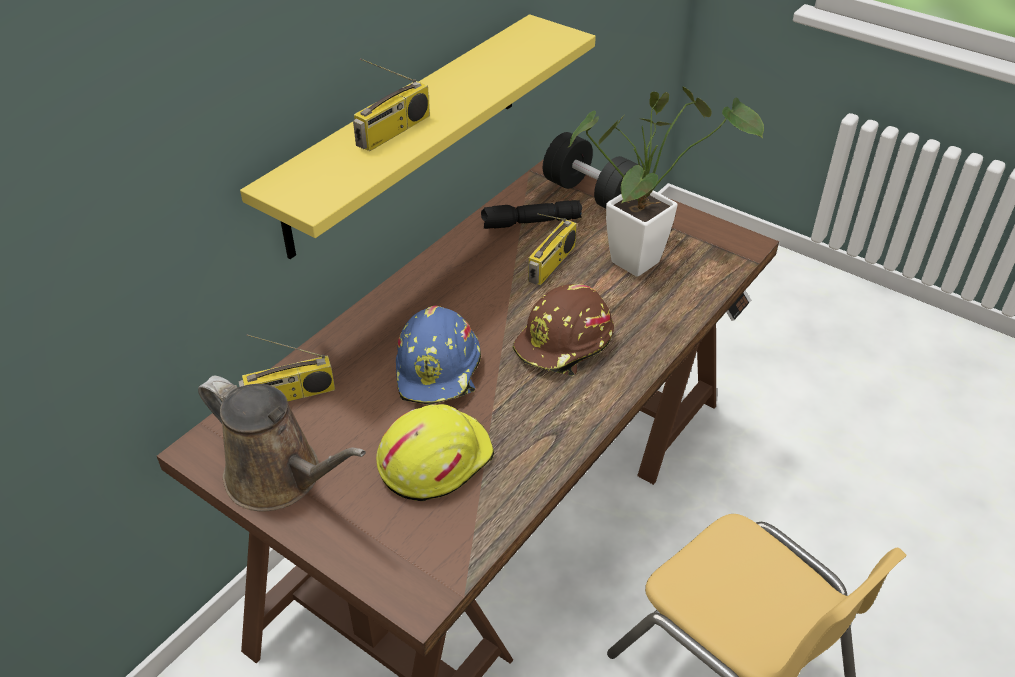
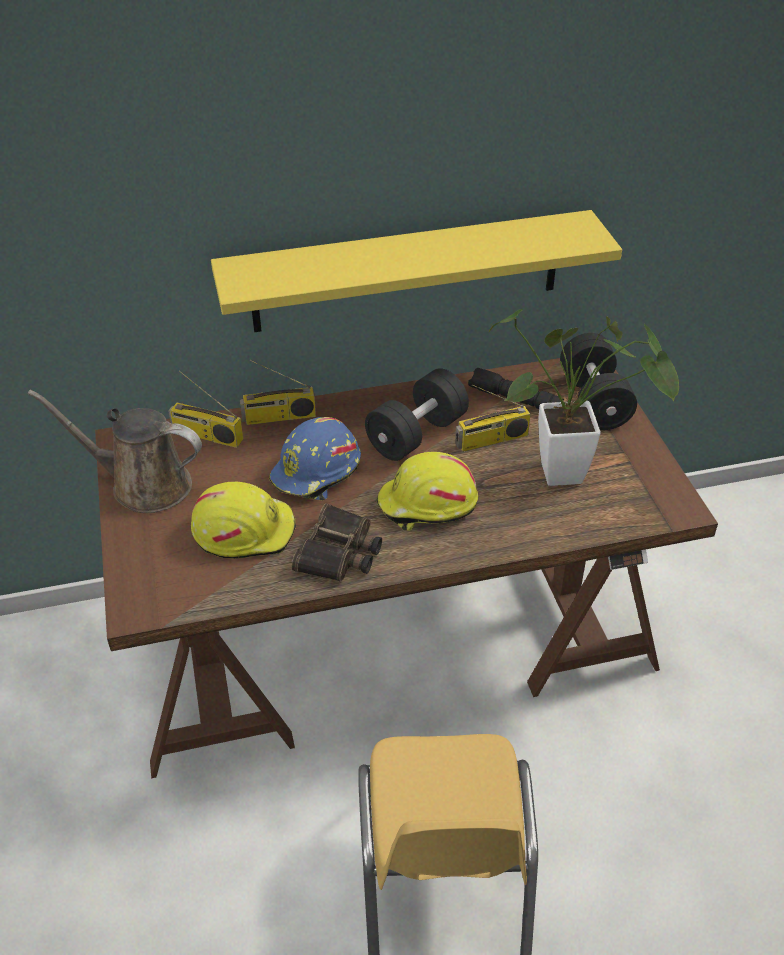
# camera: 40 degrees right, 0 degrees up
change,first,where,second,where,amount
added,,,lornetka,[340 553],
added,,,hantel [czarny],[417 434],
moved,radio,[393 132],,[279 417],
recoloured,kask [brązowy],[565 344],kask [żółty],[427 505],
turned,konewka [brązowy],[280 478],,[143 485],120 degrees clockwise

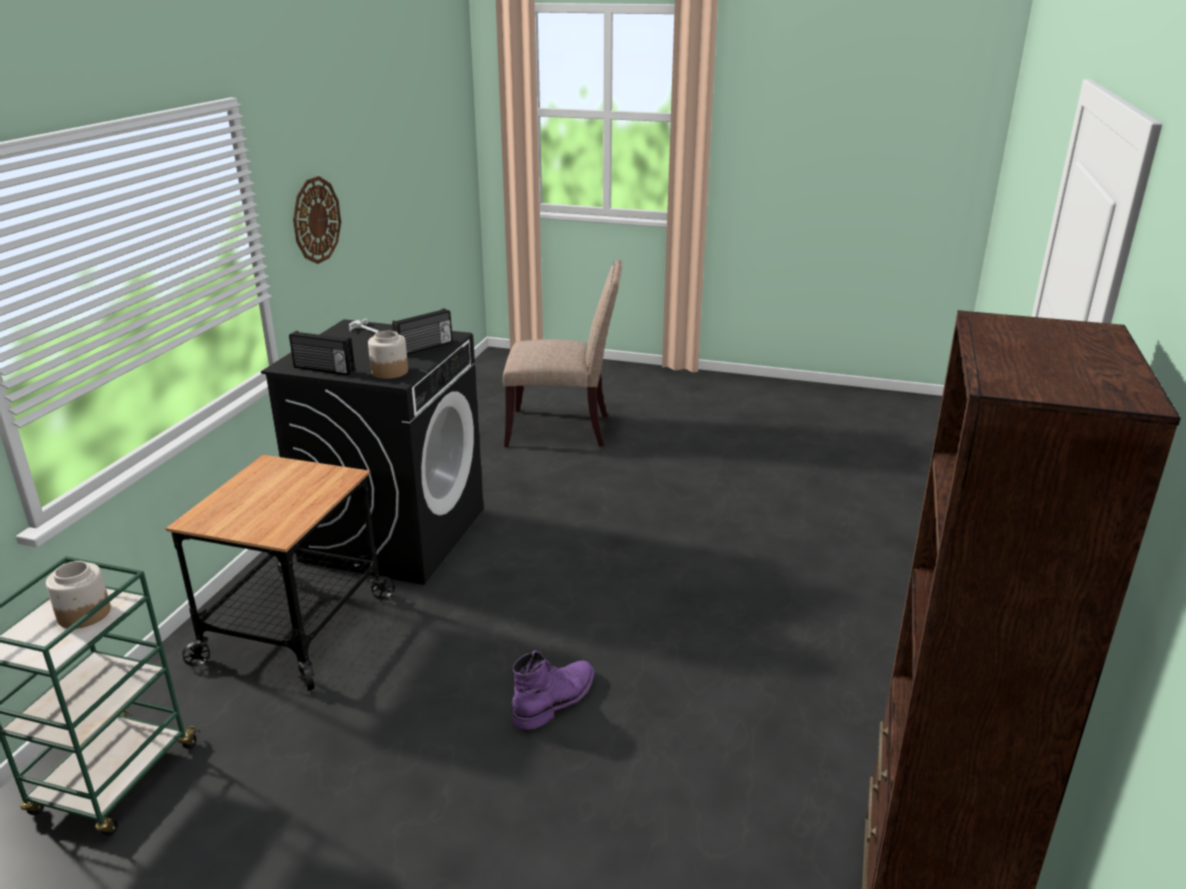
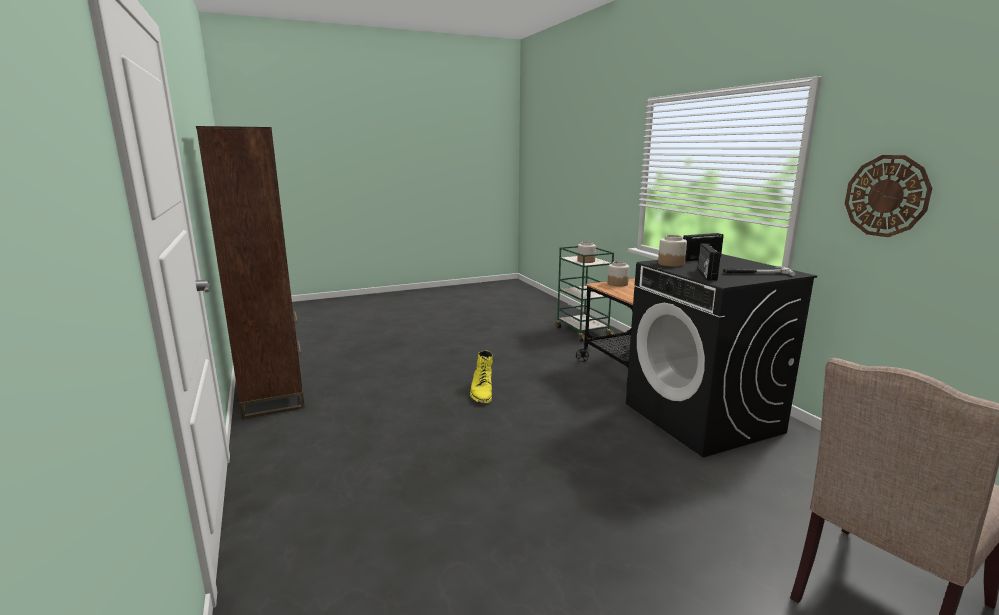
# camera: 140 degrees right, 10 degrees down
change,first,where,second,where,amount
added,,,słoik,[617 284],
recoloured,but z cholewką [fioletowy],[555 700],but z cholewką [żółty],[482 392],

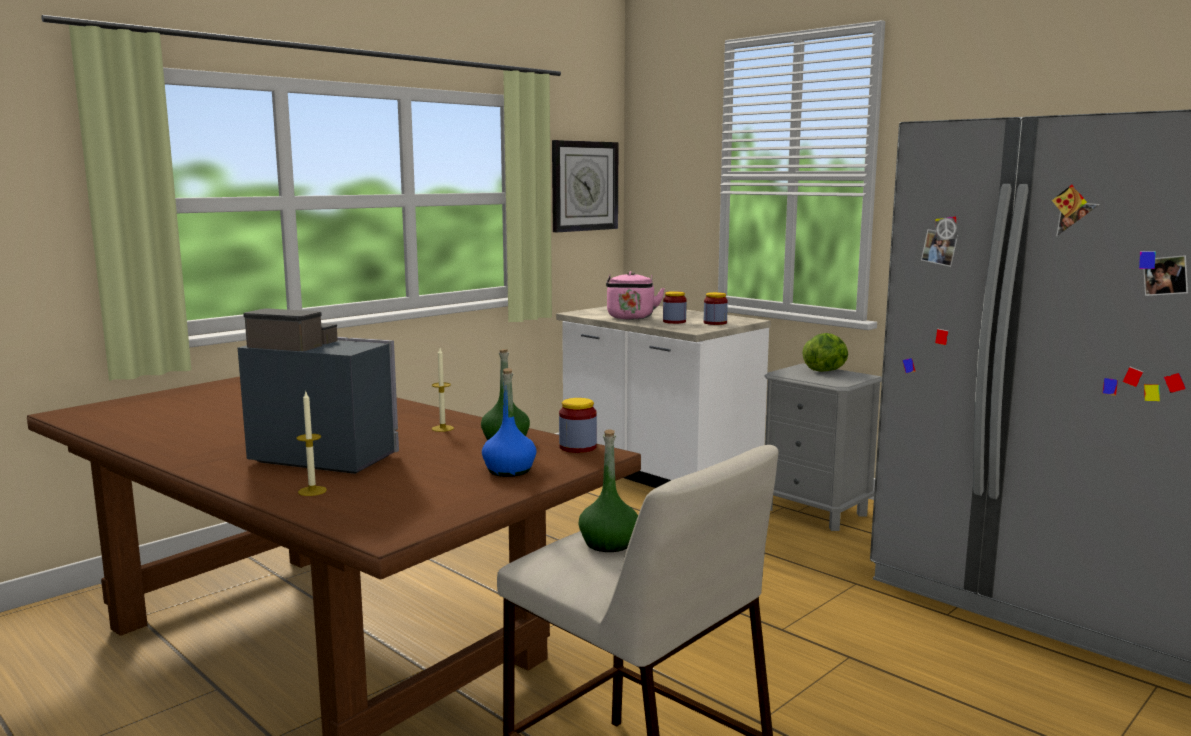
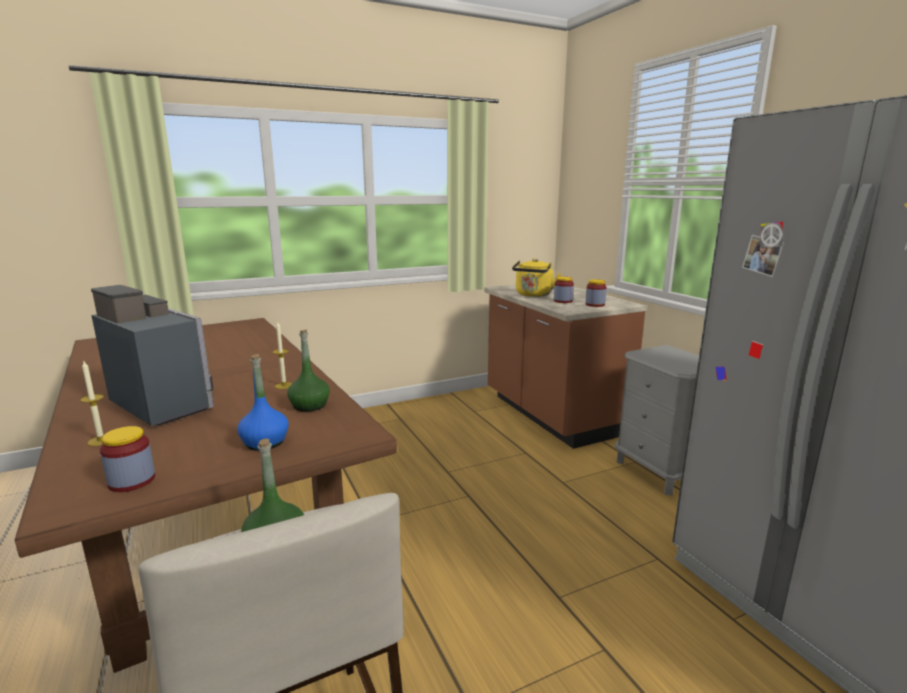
# camera: 20 degrees right, 5 degrees up
change,first,where,second,where,amount
removed,zegar ścienny,[584 186],,,
removed,sałata,[826 371],,,
moved,słoik,[577 447],,[132 481],
recoloured,zabudowa kuchenna [biały],[658 474],zabudowa kuchenna [brązowy],[551 415],
recoloured,czajnik [różowy],[631 318],czajnik [żółty],[533 295],

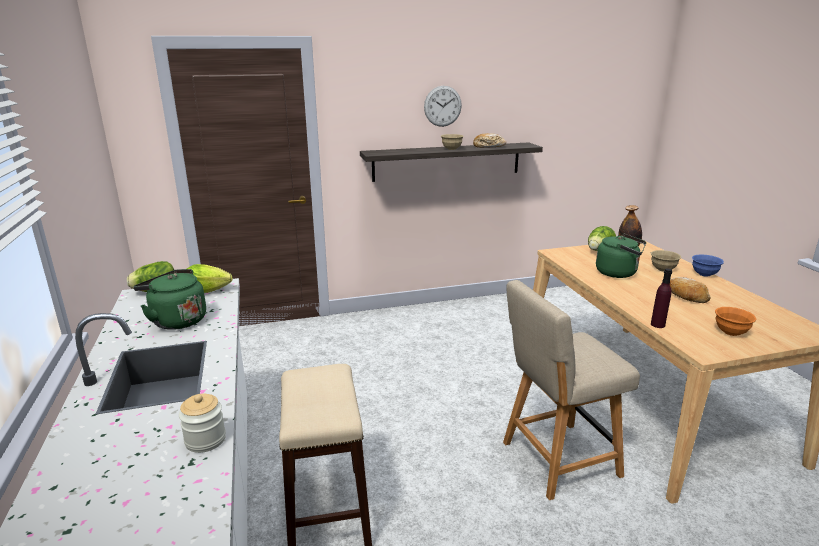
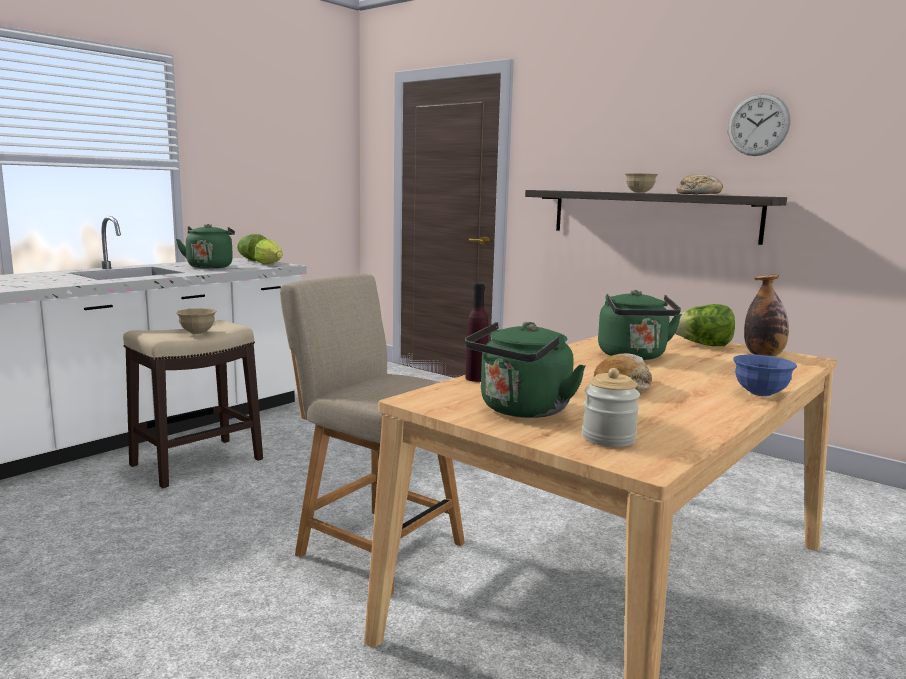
# camera: 55 degrees right, 10 degrees down
change,first,where,second,where,amount
moved,słoik,[205 440],,[608 438],
moved,zegar ścienny,[442 106],,[758 125],
moved,miska [beżowy],[662 269],,[197 332],
replaced,miska [pomarańczowy],[730 332],czajnik [zielony],[521 410],

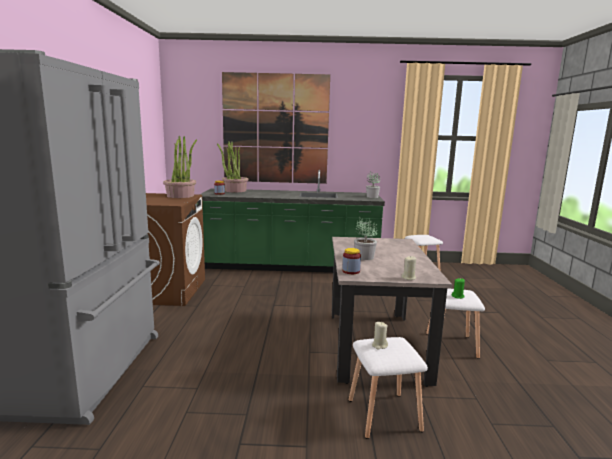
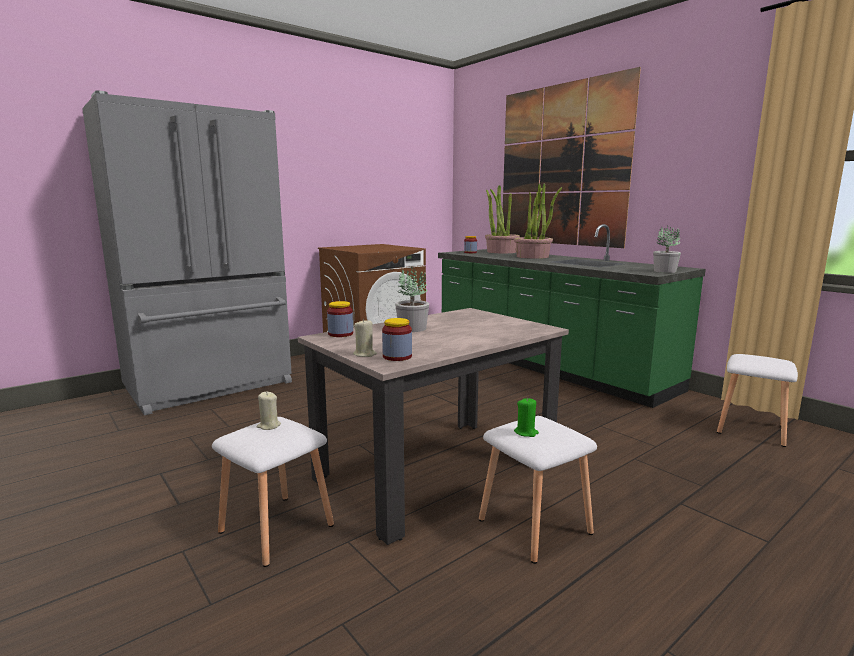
# camera: 50 degrees right, 0 degrees up
change,first,where,second,where,amount
added,,,słoik,[397 356],
moved,roślina doniczkowa,[180 196],,[533 256],

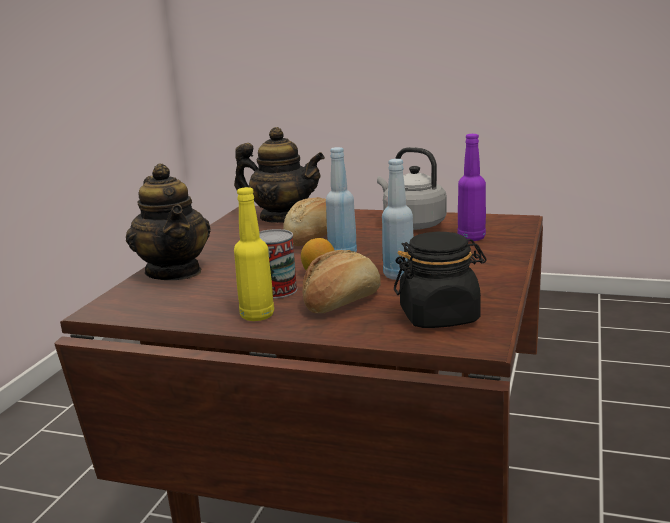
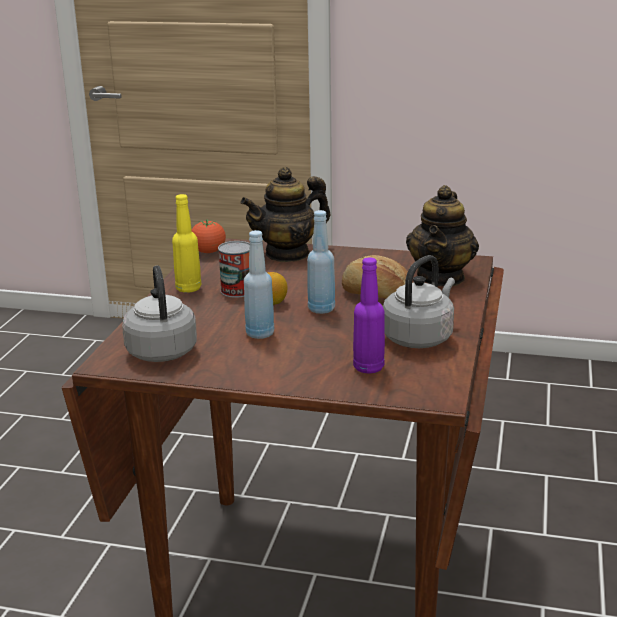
# camera: 85 degrees right, 5 degrees up
change,first,where,second,where,amount
removed,chleb,[341 302],,,
added,,,pomidor,[208 252],
replaced,słoik [czarny],[440 316],czajnik [szary],[161 350],

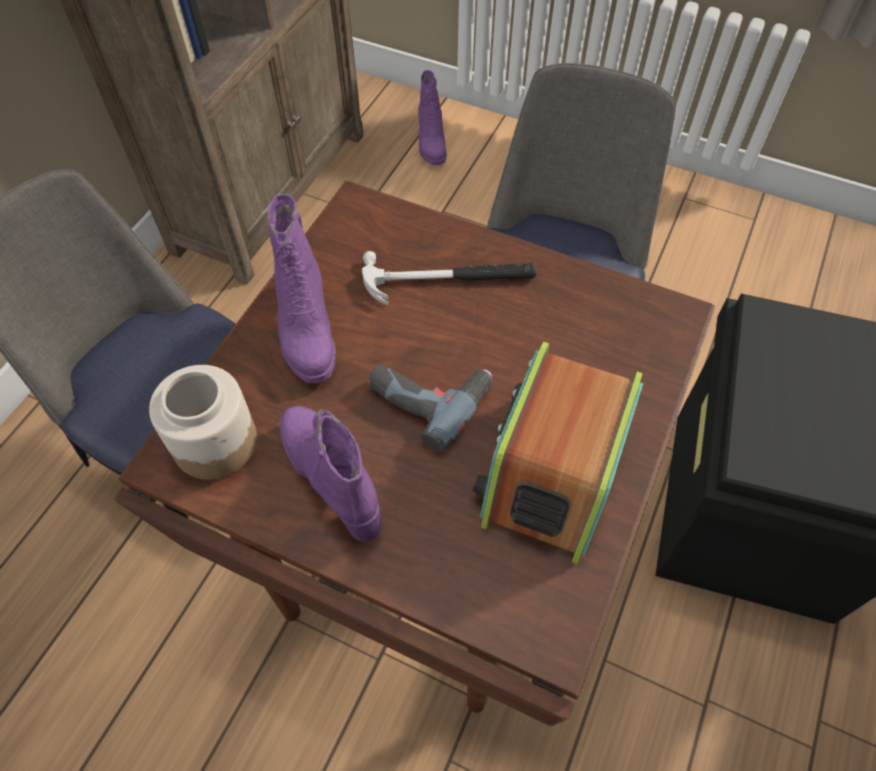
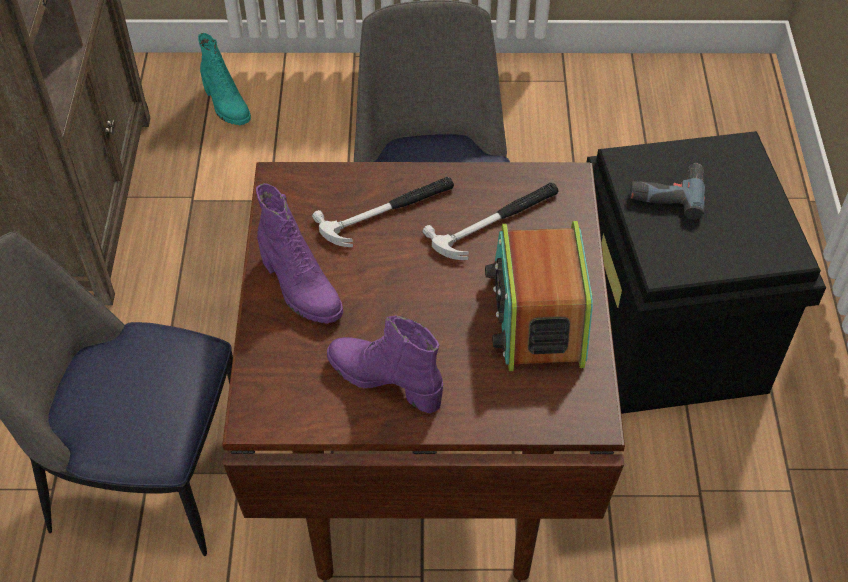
# camera: 25 degrees left, 5 degrees down
change,first,where,second,where,amount
removed,słoik,[216 441],,,
added,,,młotek,[496 221],
moved,wiertarka,[429 395],,[666 191],
recoloured,but z cholewką [fioletowy],[430 144],but z cholewką [turkusowy],[225 105],

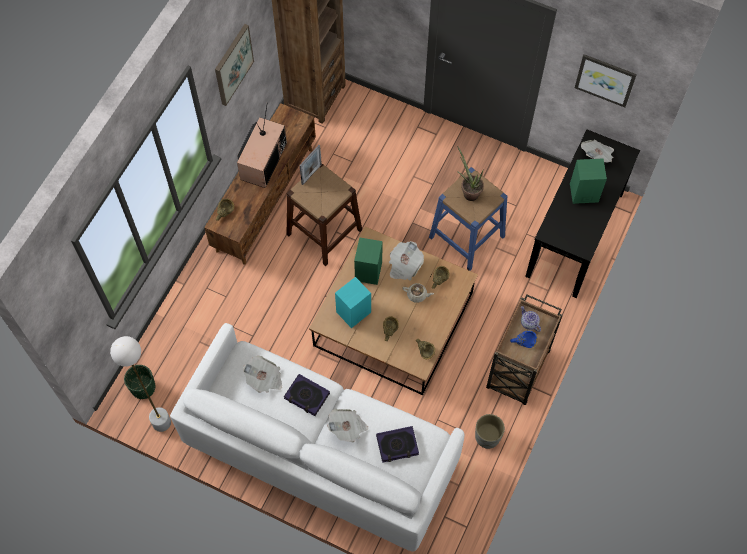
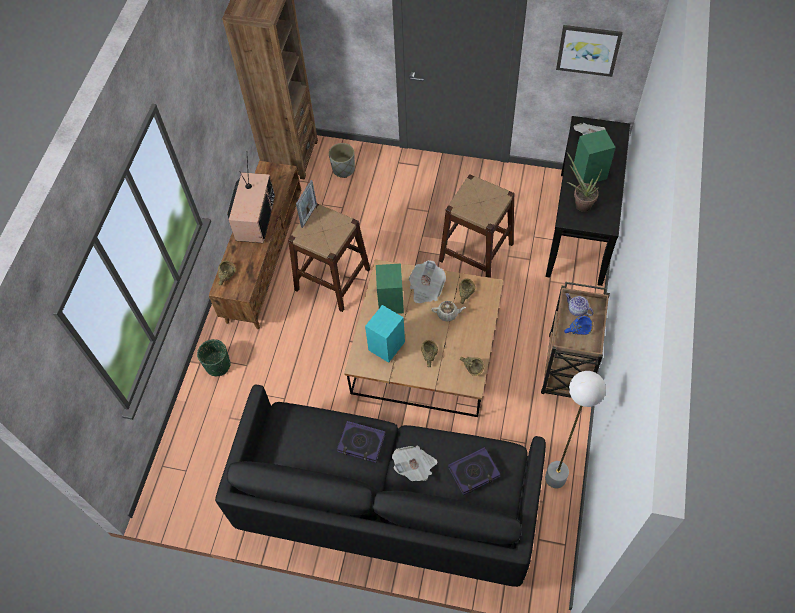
# camera: 10 degrees left, 5 degrees down
change,first,where,second,where,amount
removed,obraz,[233 64],,,
removed,gazeta,[264 379],,,
moved,lampa stojąca [biały],[161 422],,[555 478],
moved,donica [zielony],[143 387],,[218 365],
moved,roślina doniczkowa,[468 191],,[580 203],
moved,donica [szary],[487 437],,[343 169],
recoloured,kanapa [biały],[320 451],kanapa [czarny],[386 502],
recoloured,stołek [niebieski],[467 236],stołek [brązowy],[476 252],

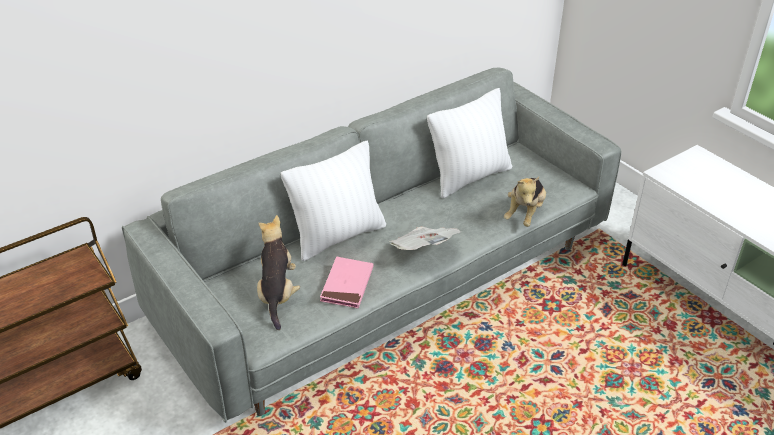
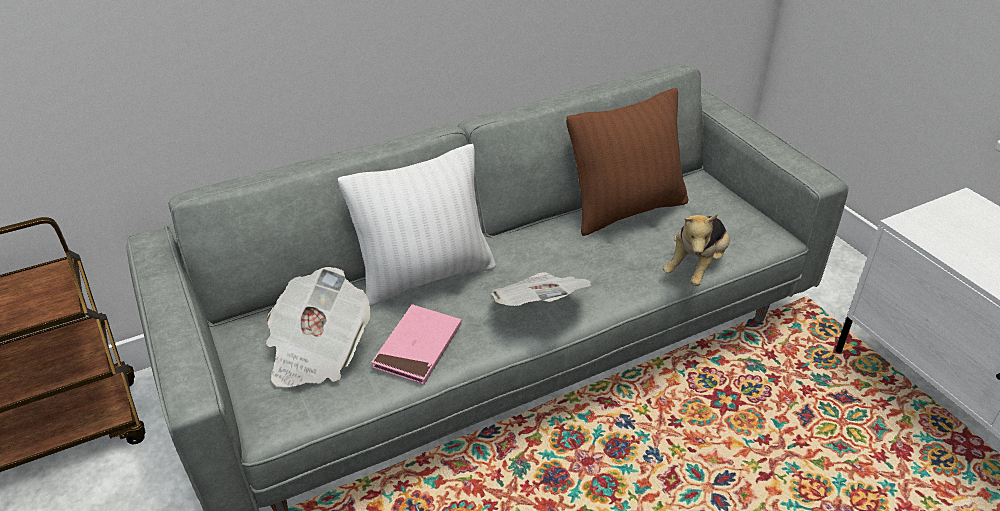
# camera: 10 degrees right, 0 degrees up
change,first,where,second,where,amount
replaced,pluszak,[277 294],gazeta,[318 350],
recoloured,poduszka [biały],[469 177],poduszka [brązowy],[626 210],

